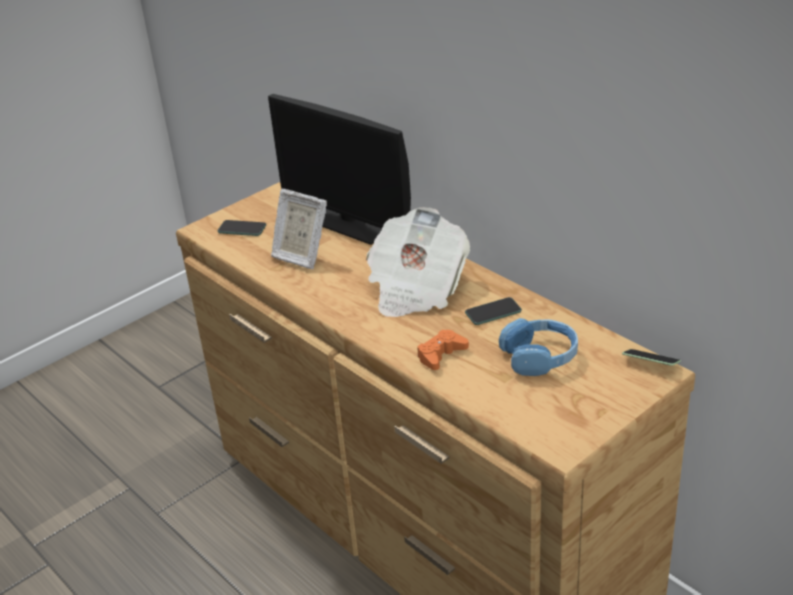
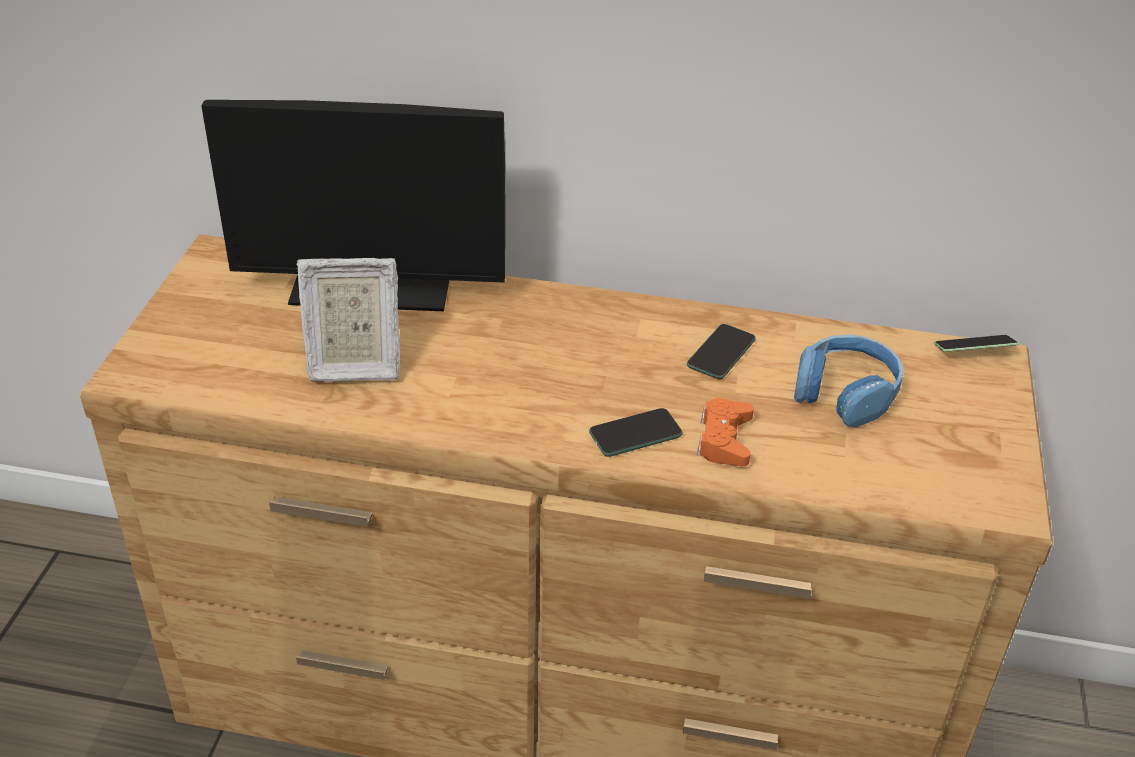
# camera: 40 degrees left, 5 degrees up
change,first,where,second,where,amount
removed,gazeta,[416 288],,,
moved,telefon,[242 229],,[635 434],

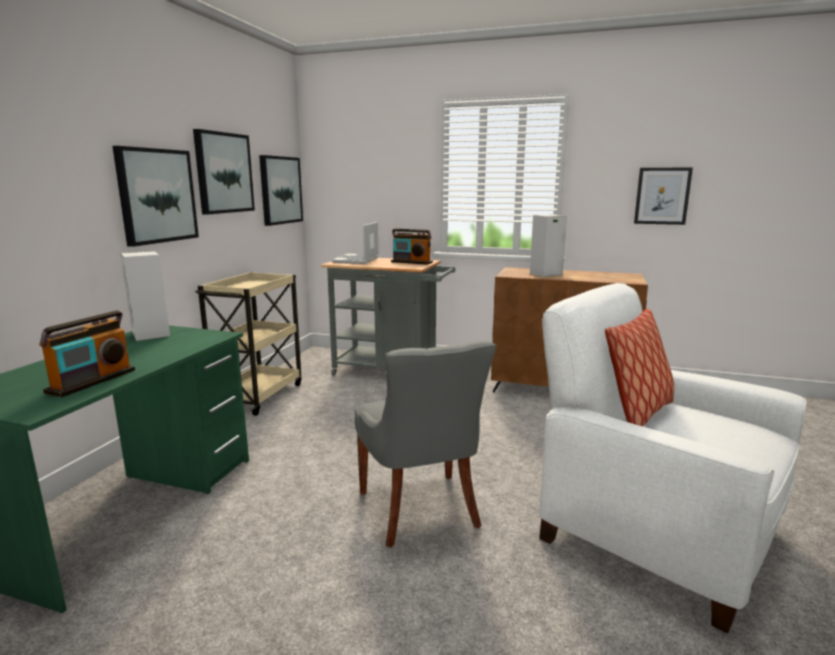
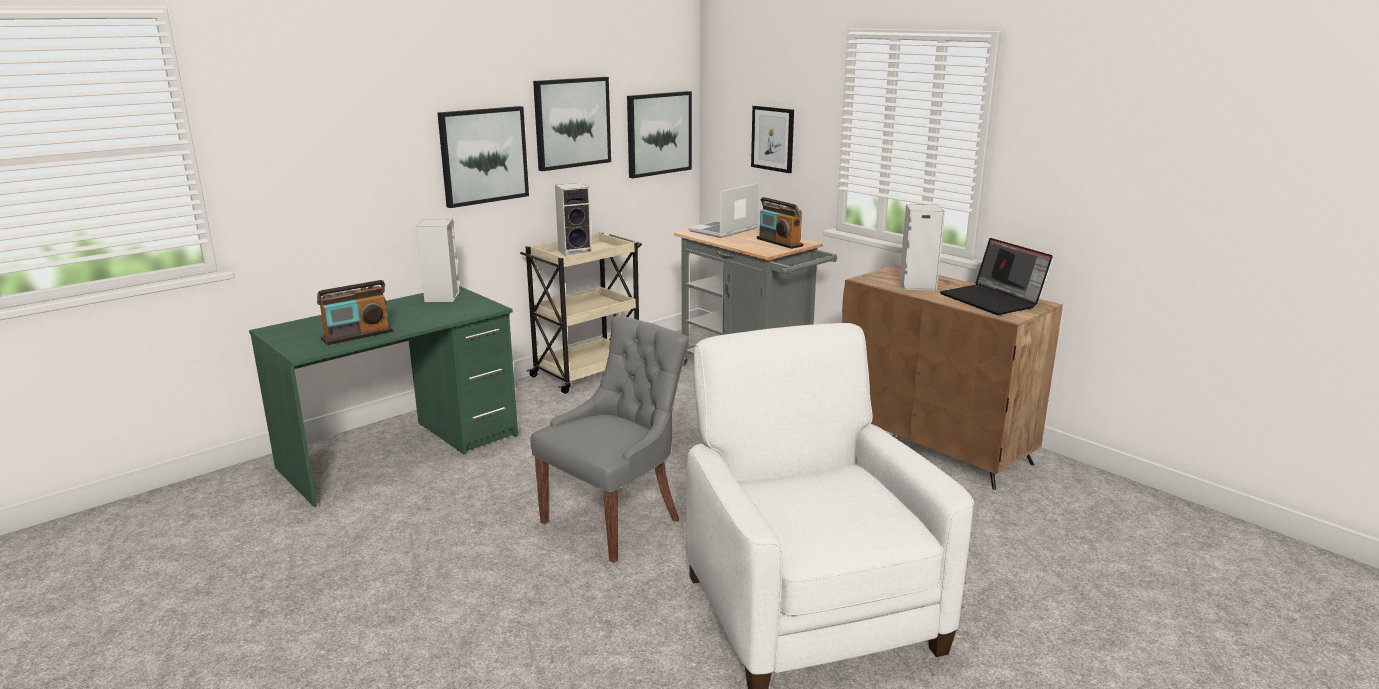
# camera: 30 degrees right, 5 degrees up
change,first,where,second,where,amount
removed,poduszka,[637 413],,,
added,,,głośnik,[576 251],
added,,,laptop,[993 300],
moved,obraz,[662 196],,[773 139],
turned,krzesło [szary],[420 510],,[615 520],150 degrees counterclockwise

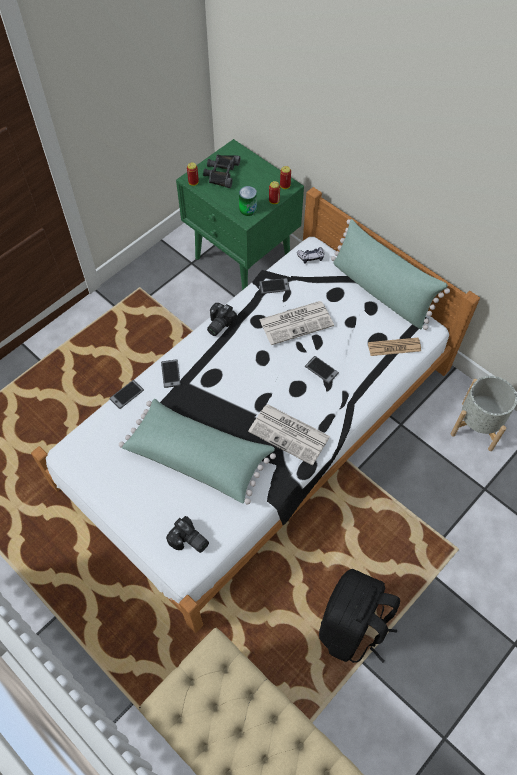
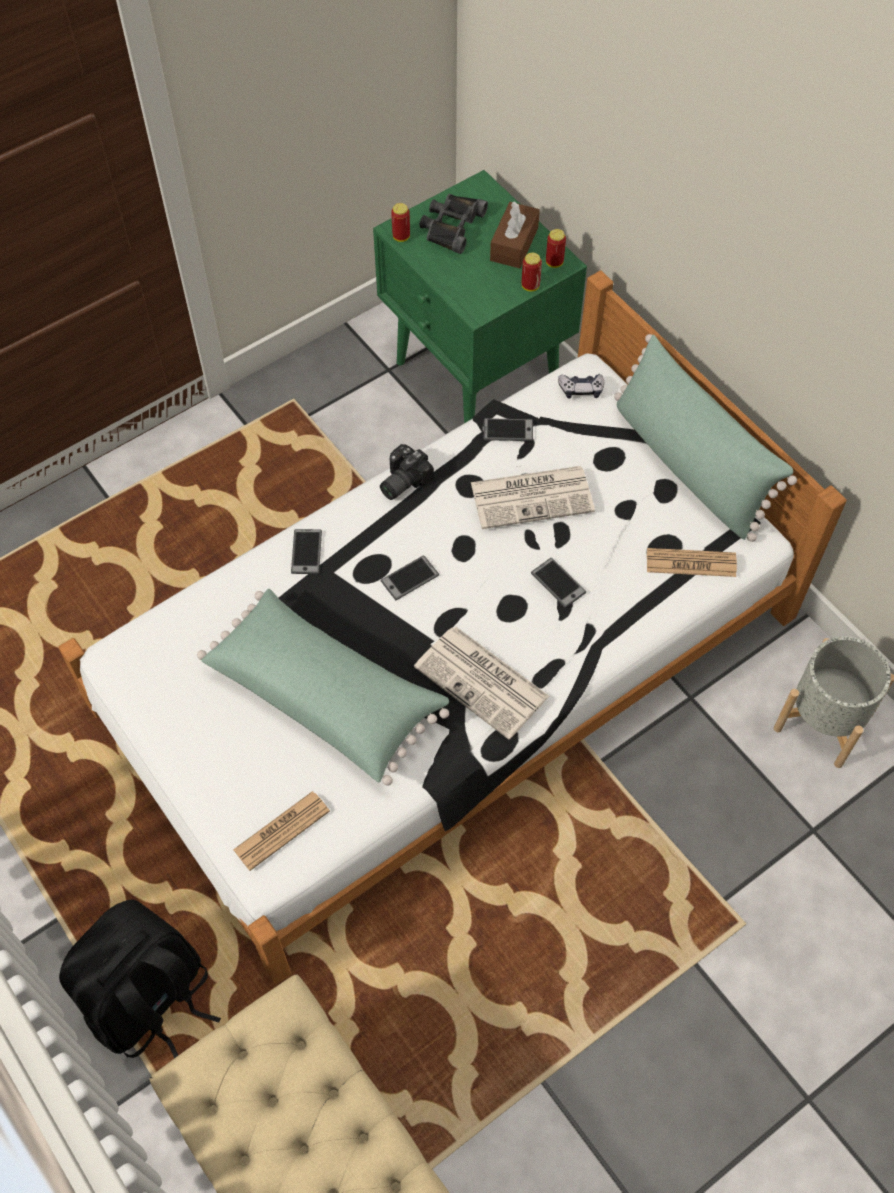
# camera: 10 degrees right, 0 degrees up
change,first,where,second,where,amount
removed,puszka,[248 209],,,
added,,,pudełko chusteczek [brązowy],[514 244],
moved,telefon,[126 394],,[409 578],
moved,plecak [czarny],[352 627],,[151 1002],
replaced,aparat fotograficzny,[188 542],gazeta,[281 830],

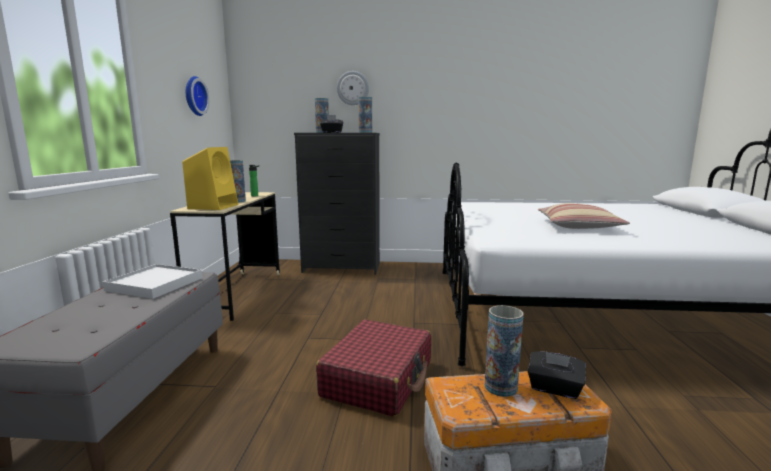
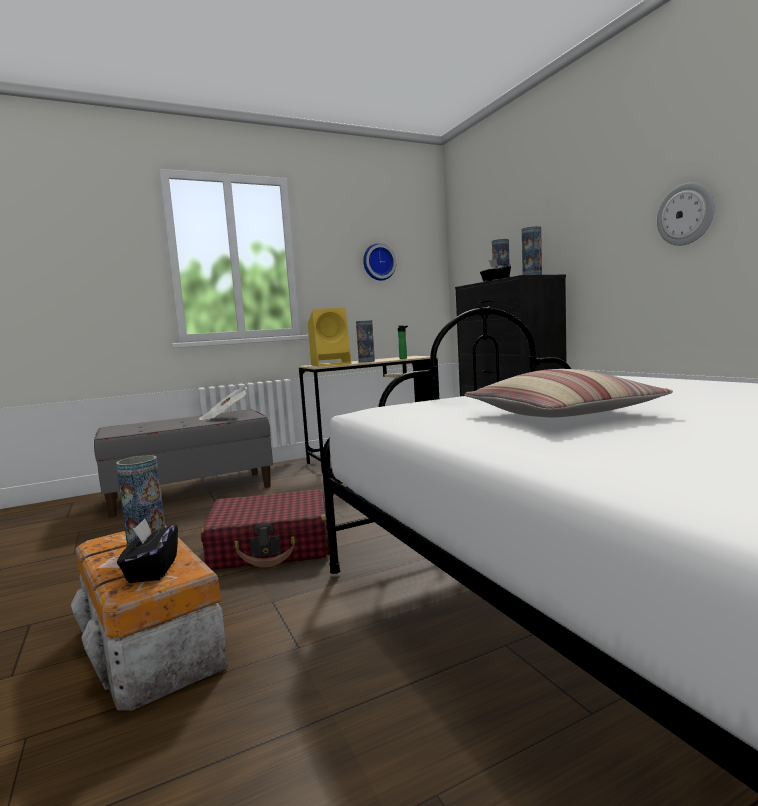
# camera: 60 degrees right, 5 degrees down
change,first,where,second,where,amount
moved,zegar ścienny,[353 88],,[685 214],
replaced,taca [biały],[155 284],gazeta,[224 417],

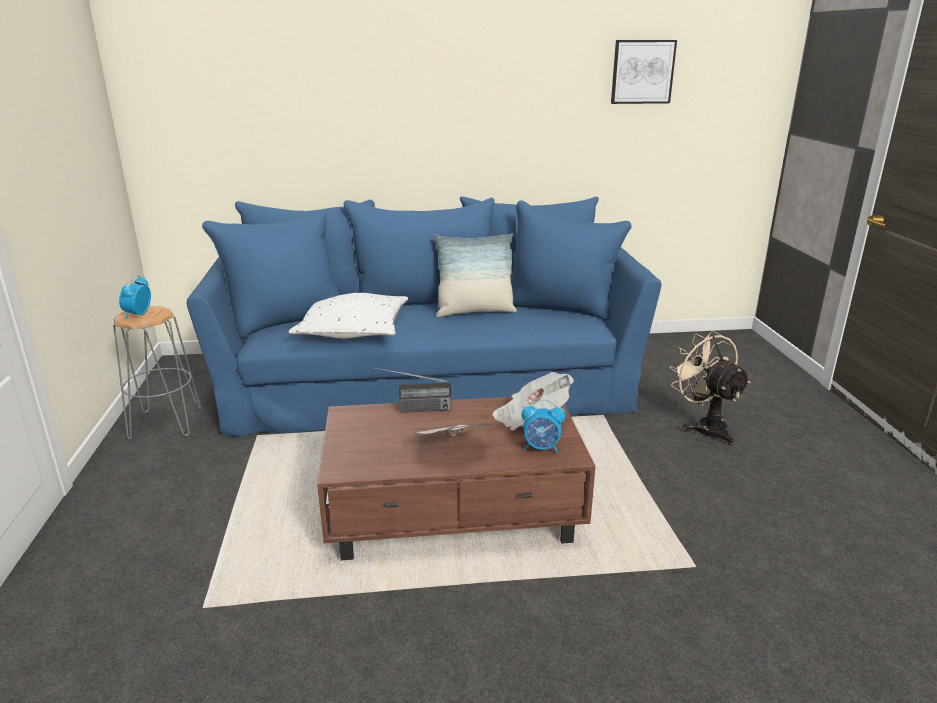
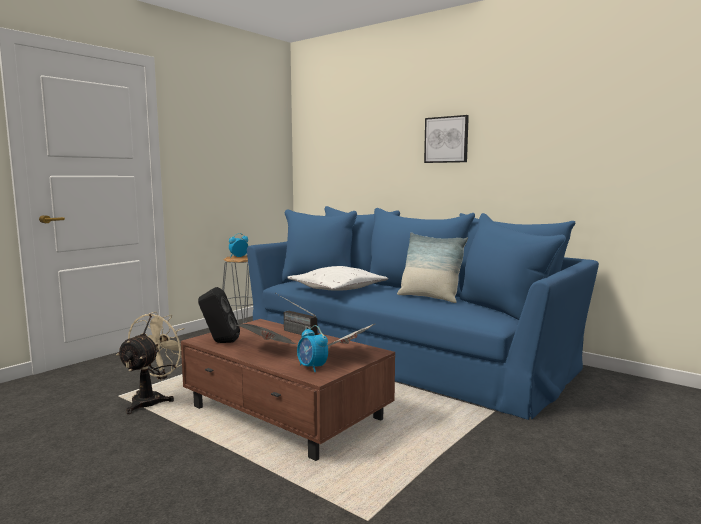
# camera: 45 degrees right, 15 degrees down
change,first,where,second,where,amount
added,,,głośnik [czarny],[219 342],
moved,obraz,[642 72],,[446 139],
moved,wentylator [beżowy],[705 426],,[152 399],

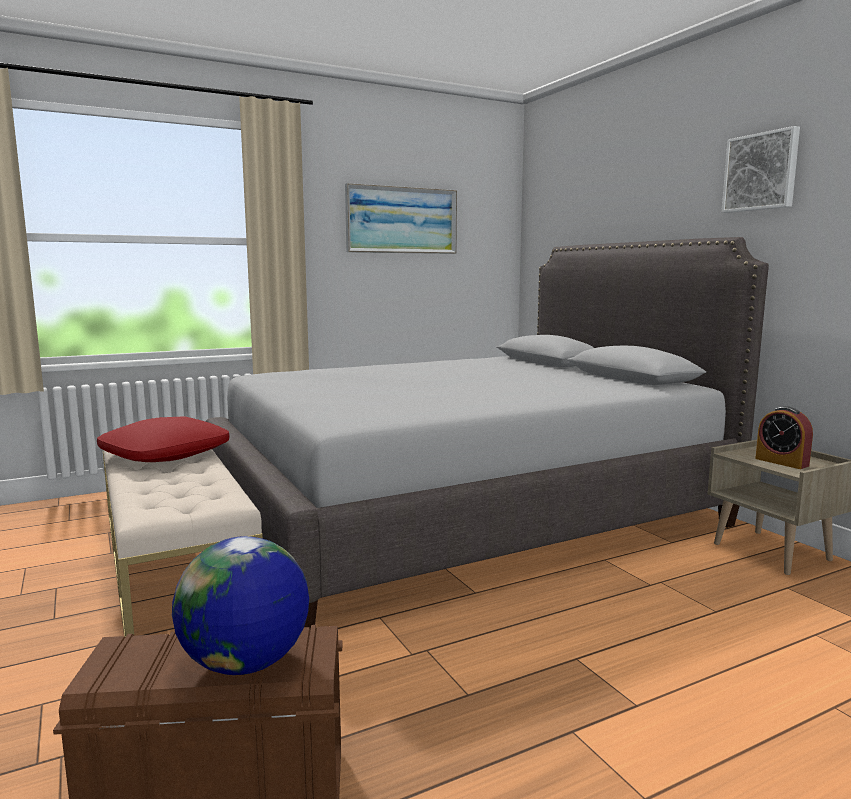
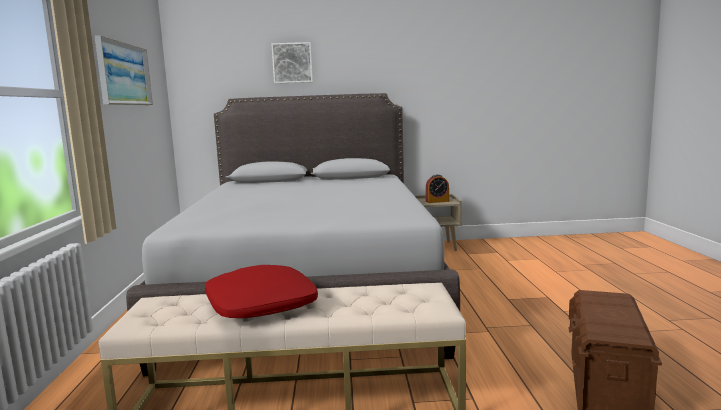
# camera: 65 degrees left, 0 degrees up
change,first,where,second,where,amount
removed,globus,[245 664],,,
moved,obraz,[761 172],,[292 63],

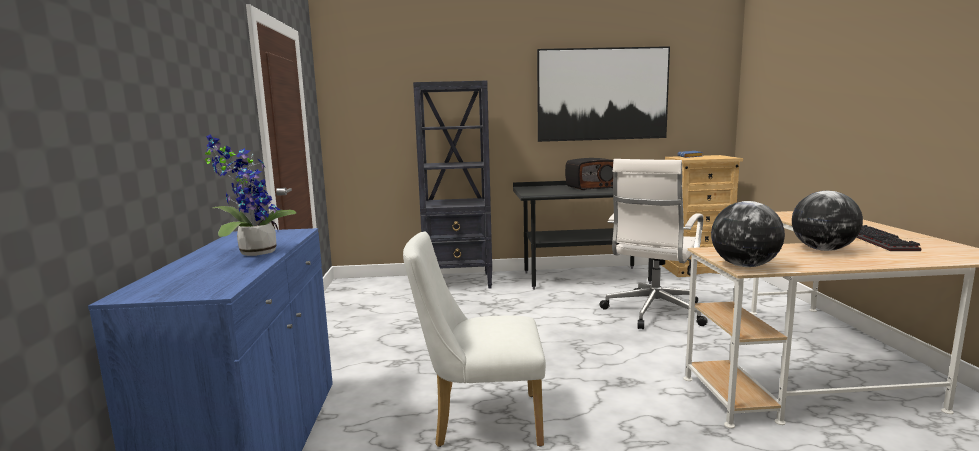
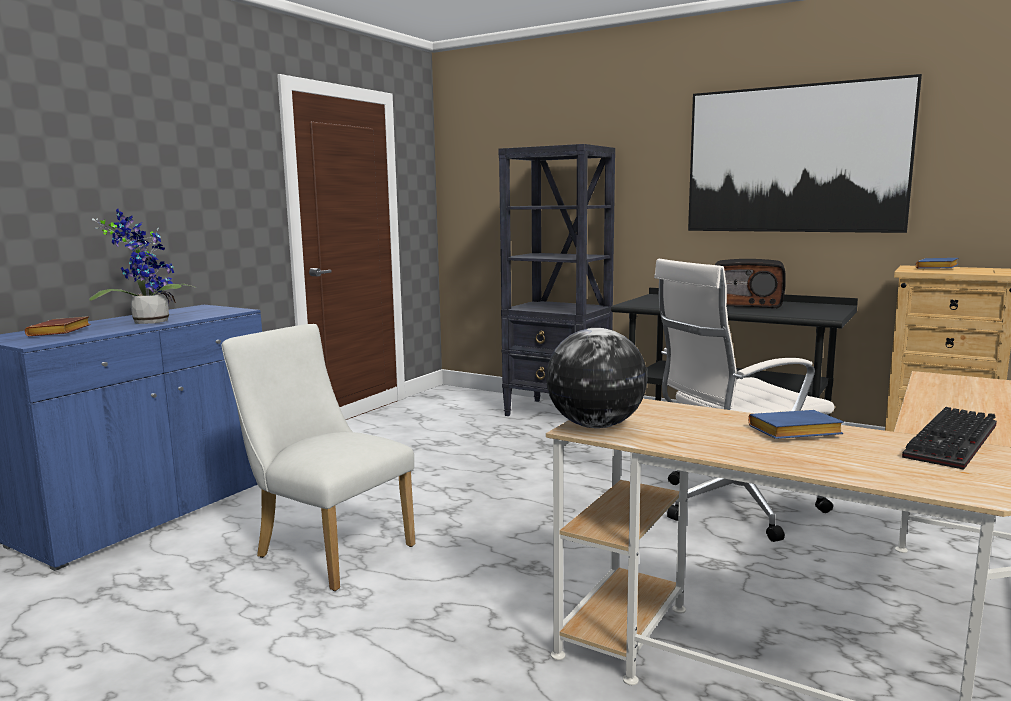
# camera: 35 degrees right, 0 degrees up
change,first,where,second,where,amount
added,,,książka [brązowy],[60 332],
replaced,globus,[823 249],książka [niebieski],[793 433],

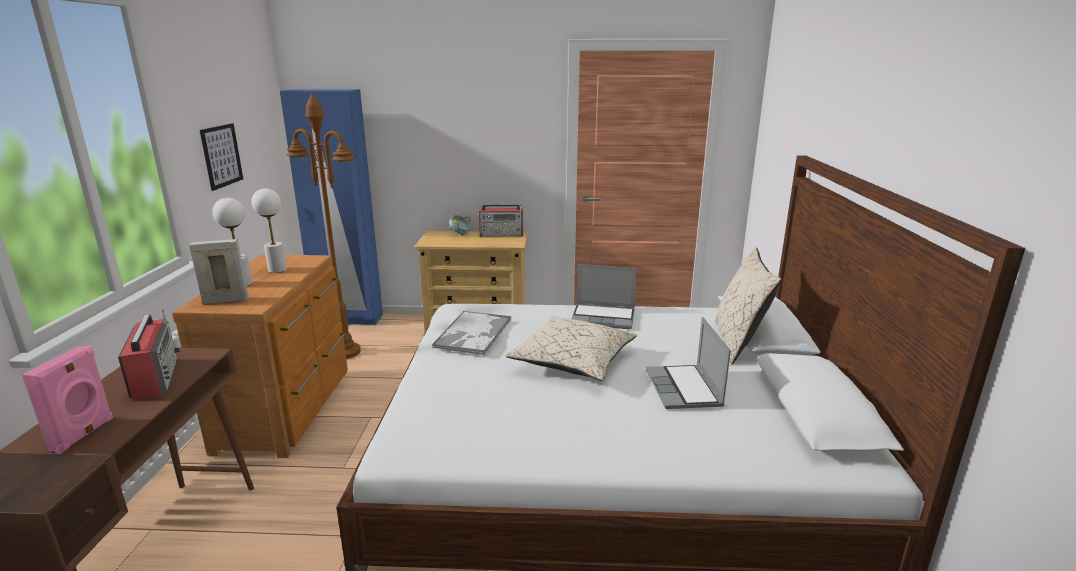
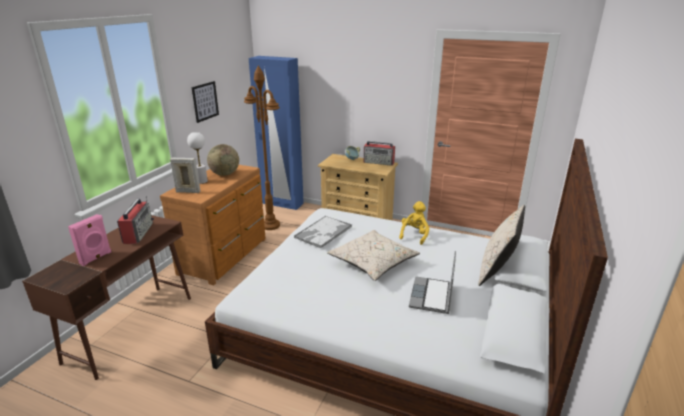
# camera: 20 degrees right, 5 degrees up
change,first,where,second,where,amount
replaced,lampa stołowa [biały],[277 269],globus,[225 174],
replaced,laptop,[604 317],pluszak [żółty],[414 235],

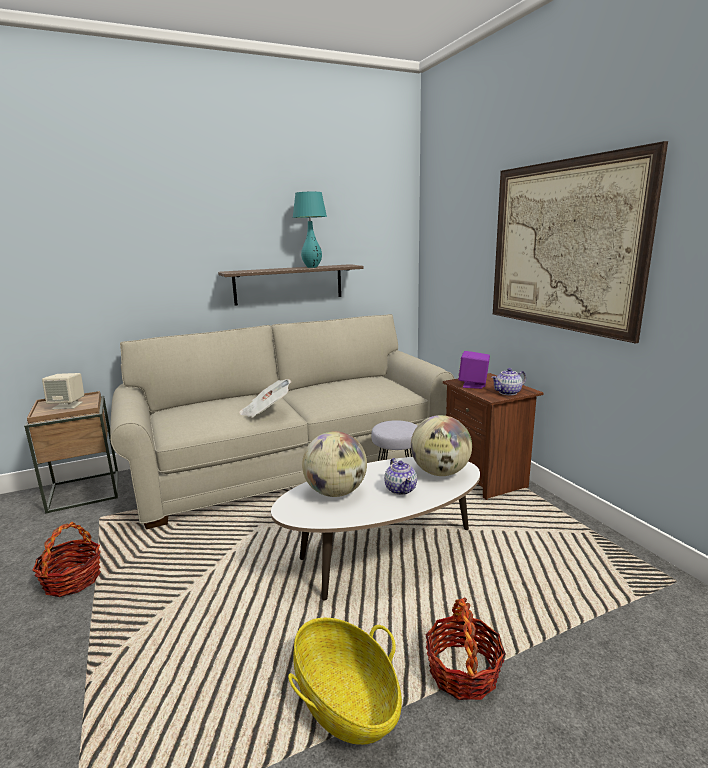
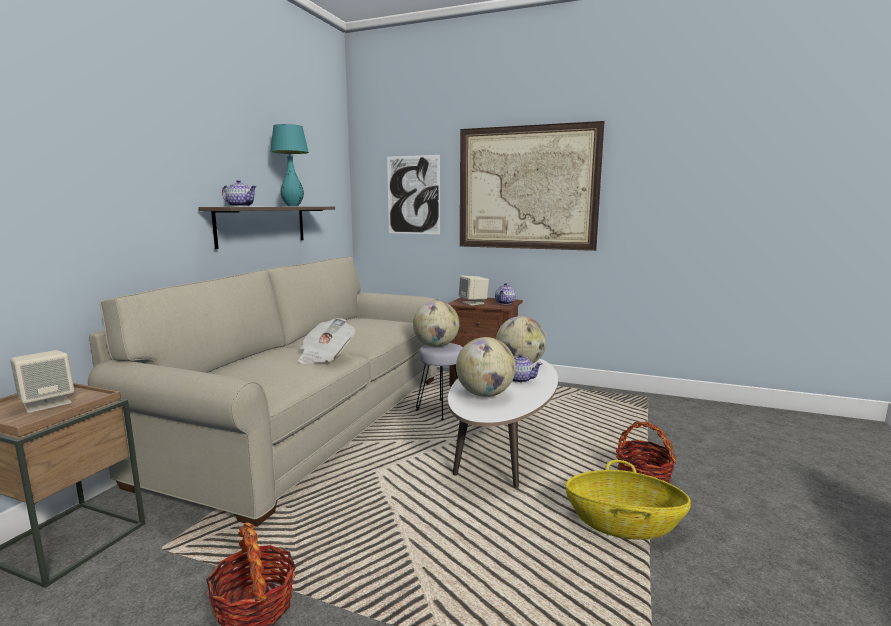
# camera: 45 degrees left, 5 degrees down
change,first,where,second,where,amount
added,,,imbryk,[240 206],
added,,,obraz,[413 195],
added,,,globus,[436 346],
recoloured,głośnik [fioletowy],[473 385],głośnik [beżowy],[473 303],

